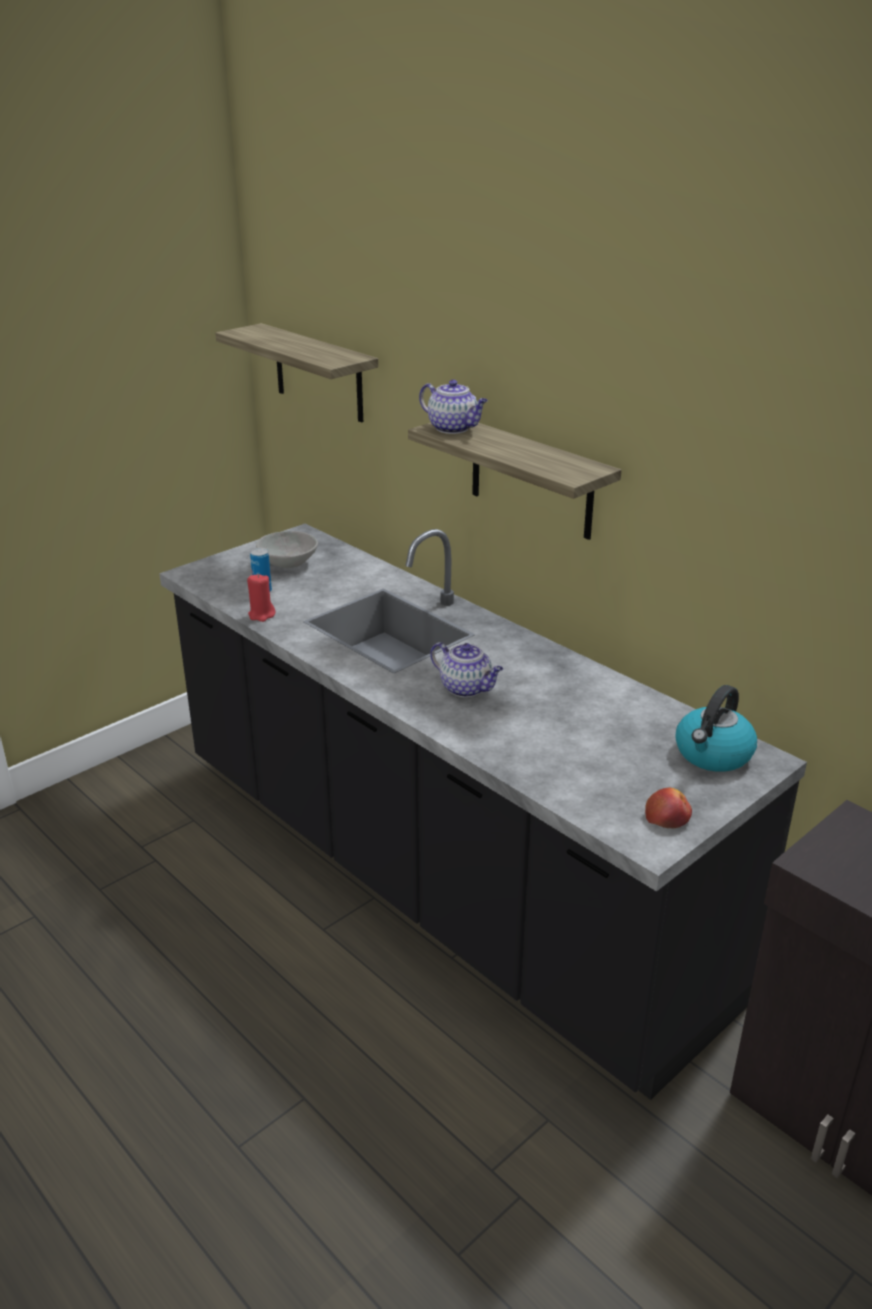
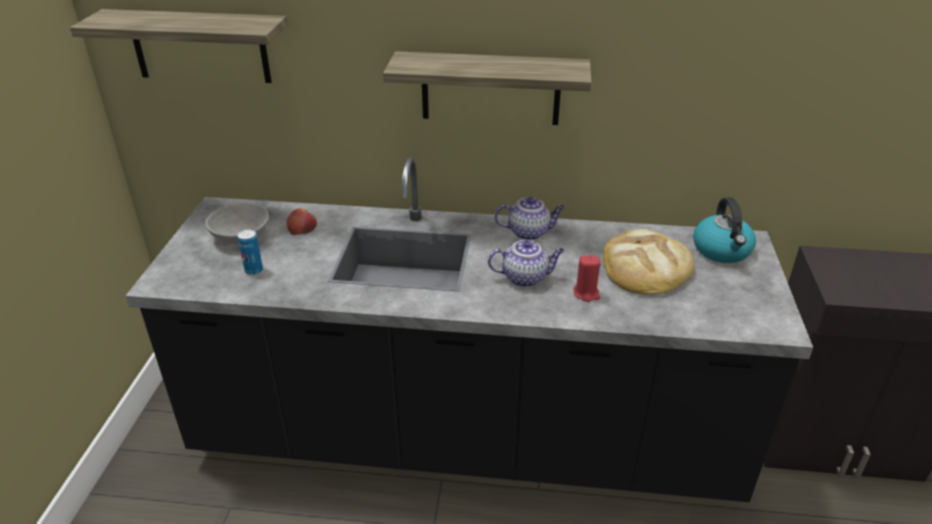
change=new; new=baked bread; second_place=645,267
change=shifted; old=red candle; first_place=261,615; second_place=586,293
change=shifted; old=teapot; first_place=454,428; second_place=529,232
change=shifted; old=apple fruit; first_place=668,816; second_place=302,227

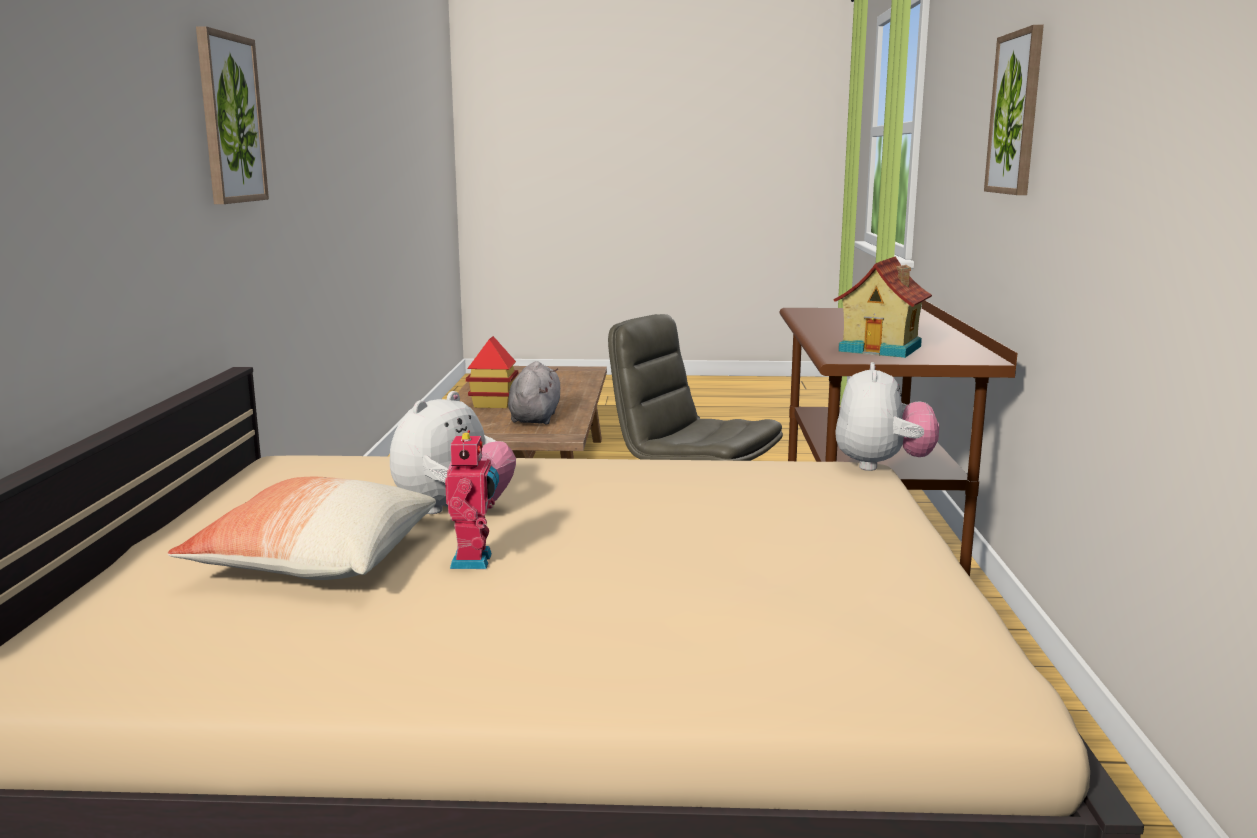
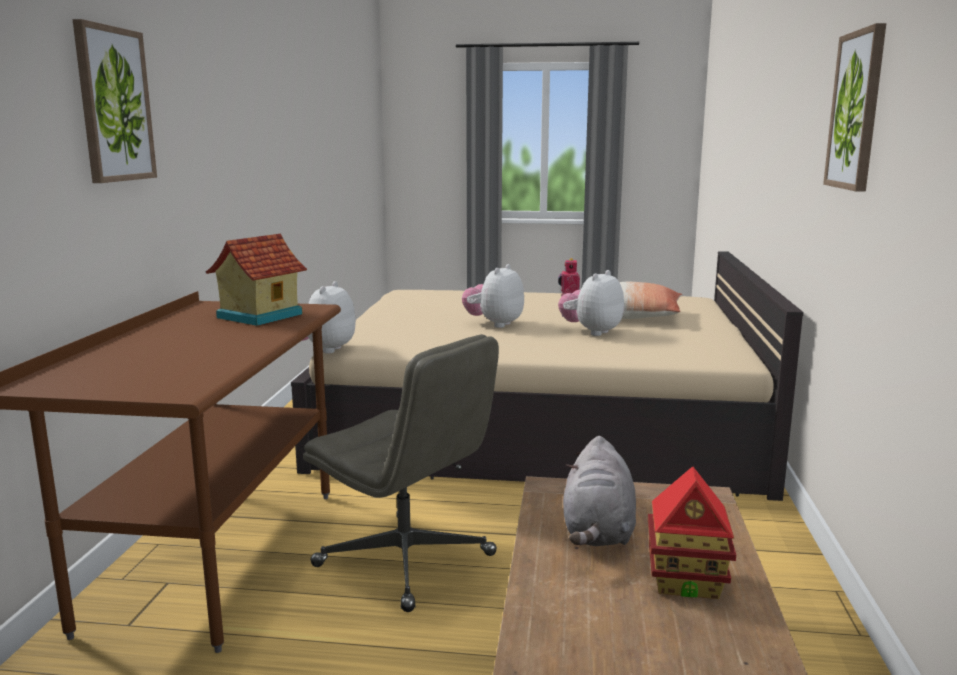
change=new; new=soft toy; second_place=494,324

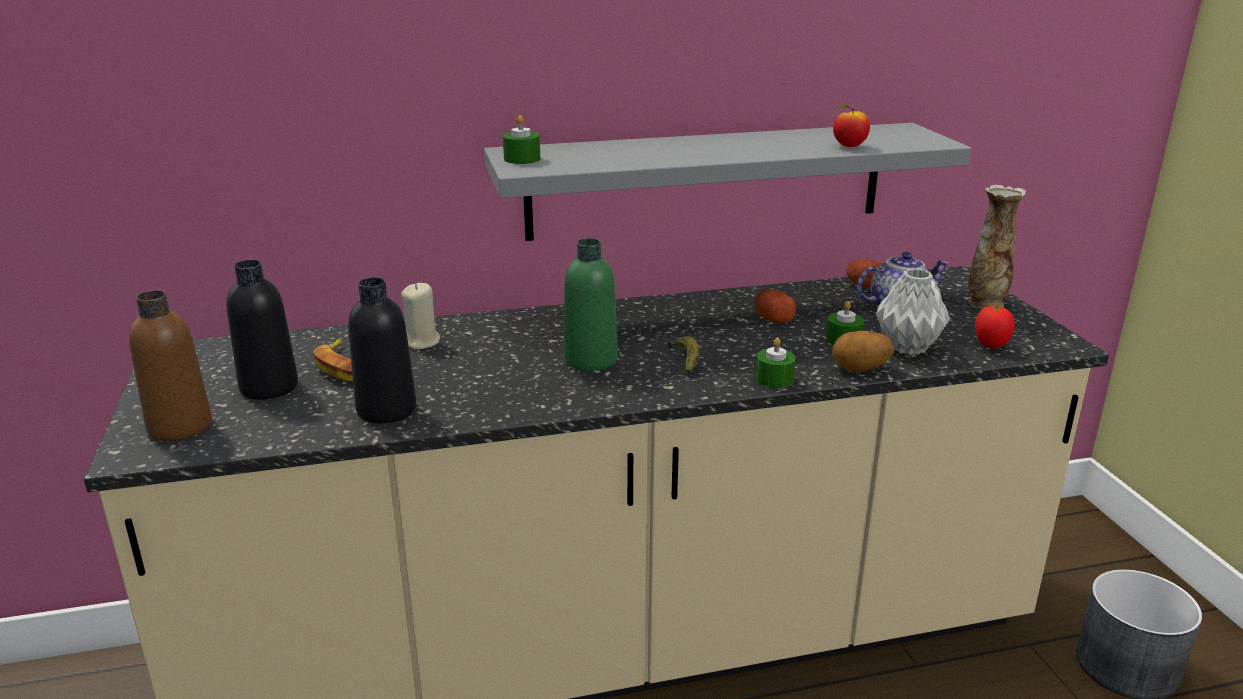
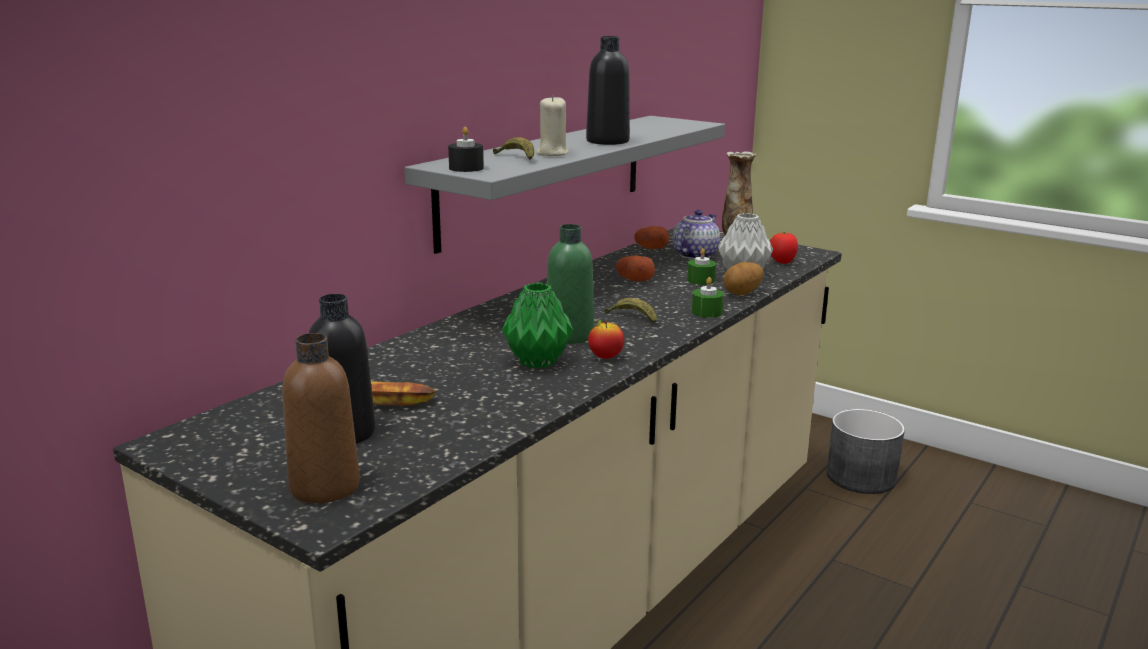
change=new; new=banana; second_place=517,158
change=new; new=greenish decorative vase; second_place=538,362
change=shifted; old=black bottle; first_place=386,410; second_place=607,141
change=shifted; old=beige-coloured candle; first_place=421,342; second_place=552,153
change=shifted; old=apple fruit; first_place=849,146; second_place=605,357
change=repainted; old=greenish candle; new=black candle; first_place=522,159; second_place=466,168

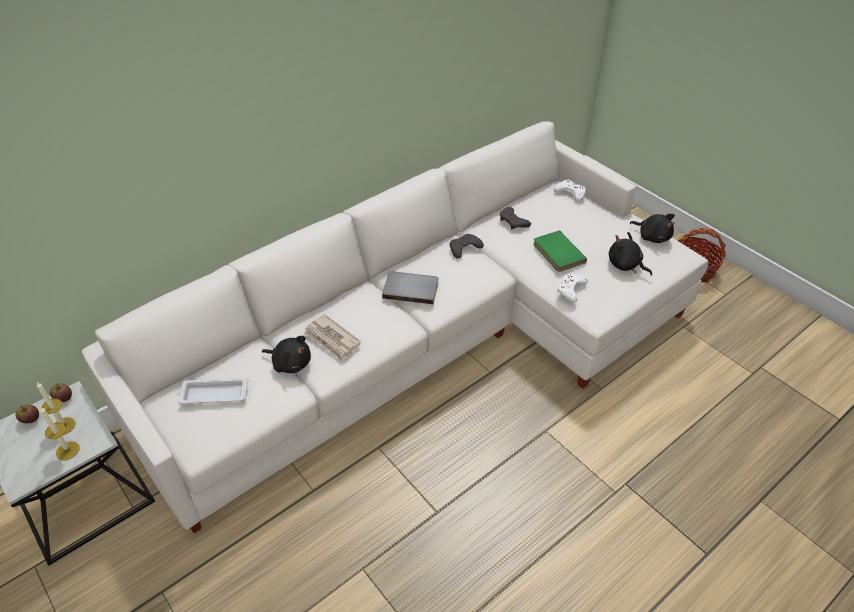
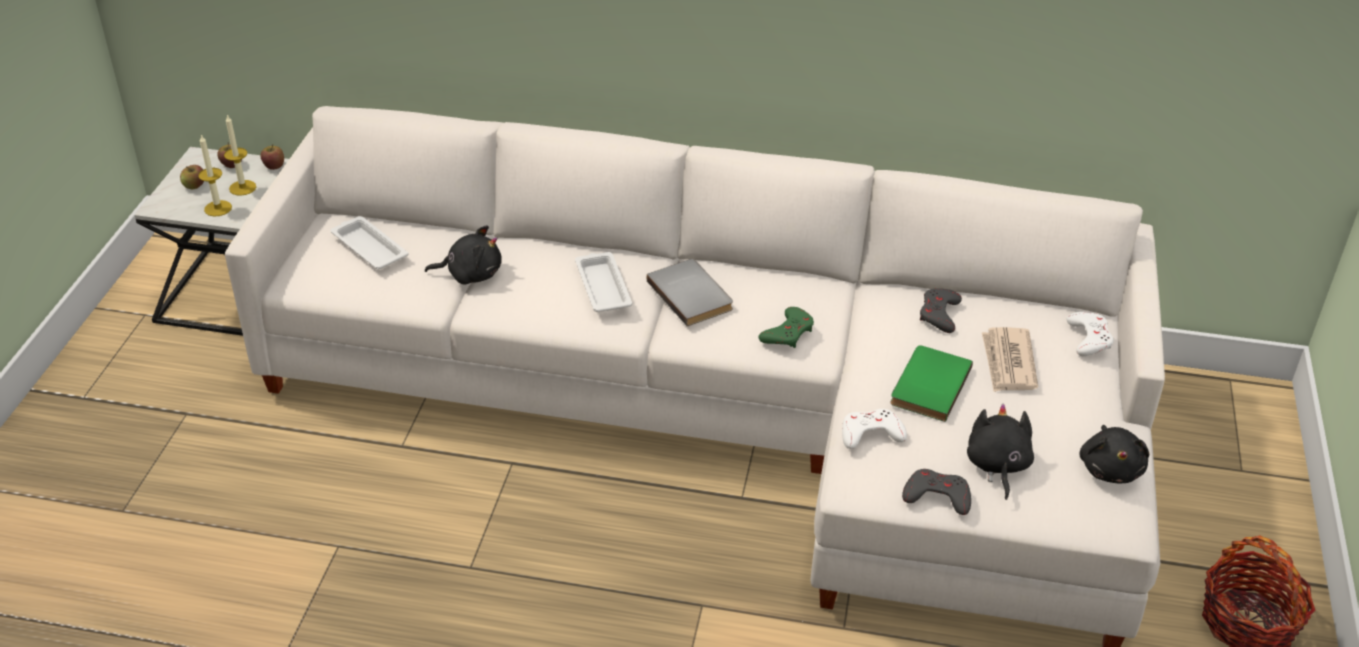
change=new; new=apple fruit; second_place=195,186
change=new; new=whitish serving tray; second_place=602,286
change=new; new=greenish gamepad; second_place=788,333
change=shifted; old=printed paper; first_place=332,339; second_place=1008,363
change=shifted; old=gray gamepad; first_place=464,248; second_place=937,496
change=rotated; old=black soft toy; first_place=290,363; second_place=470,274; degrees=-75

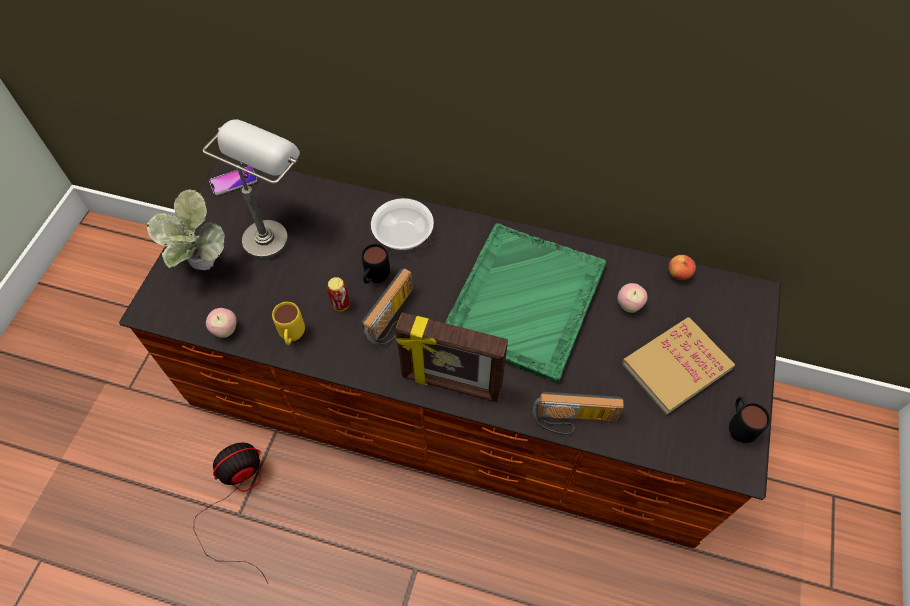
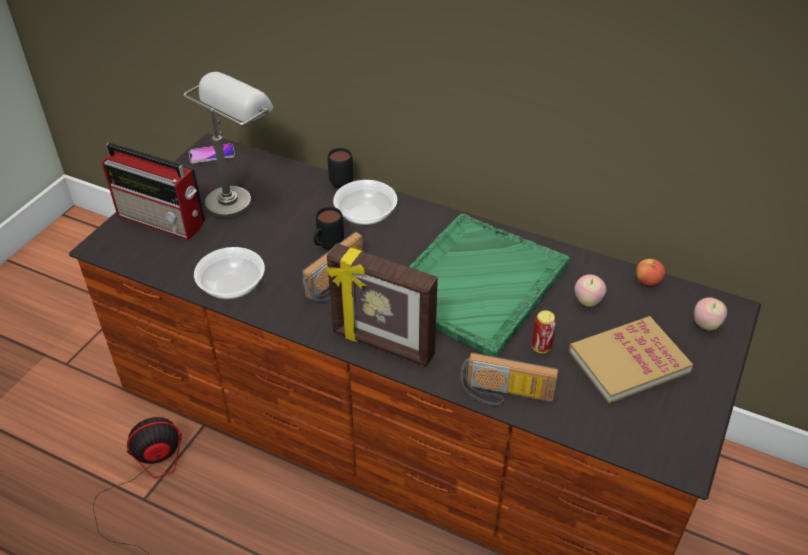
change=shifted; old=apple fruit; first_place=225,330; second_place=705,325
change=shifted; old=sealed can; first_place=341,304; second_place=541,347
change=shifted; old=black coffee mug; first_place=738,427; second_place=341,181
change=swapped; old=plant in a pot; new=radio receiver; first_place=204,269; second_place=163,220
change=swapped; old=yellow-coloured coffee mug; new=bowl; first_place=292,338; second_place=232,285

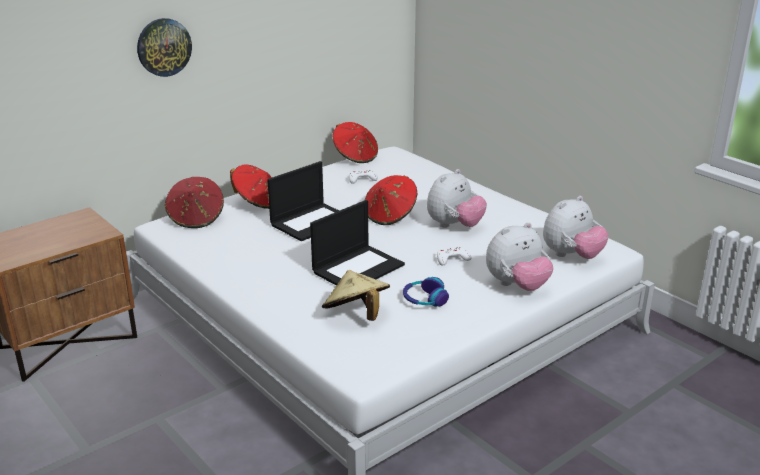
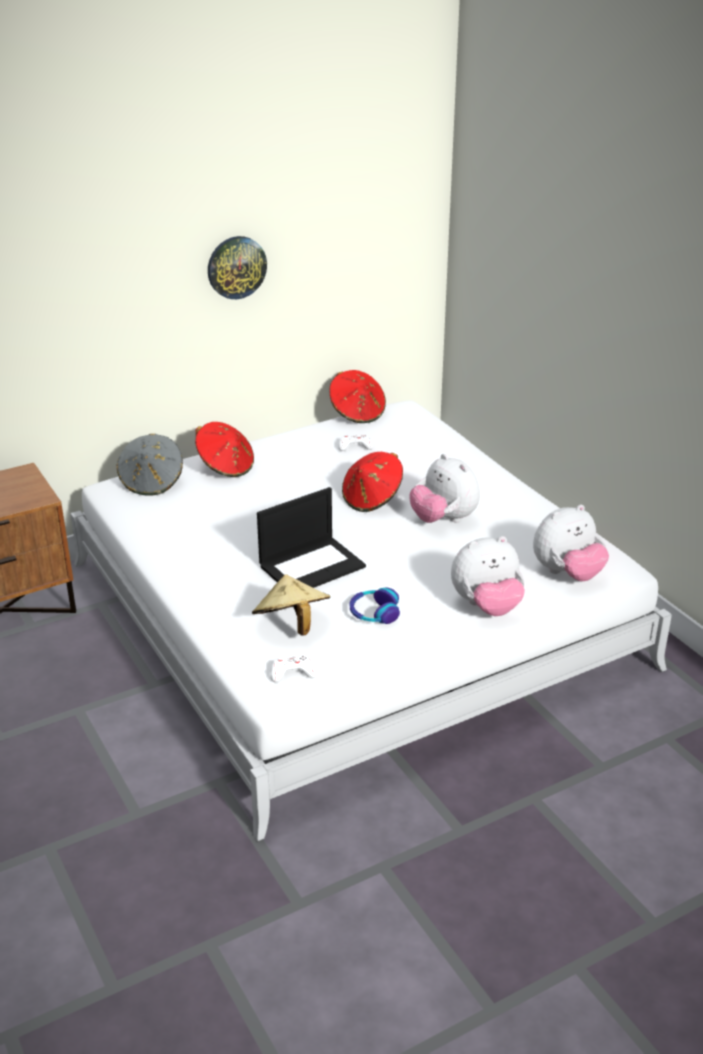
change=gone; old=portable computer; first_place=312,221
change=shifted; old=clock on the wall; first_place=164,47; second_place=236,267
change=shifted; old=whitish gamepad; first_place=452,259; second_place=292,672
change=repainted; old=red clothing hat; new=gray clothing hat; first_place=196,218; second_place=152,482
change=rotated; old=soft toy; first_place=454,226; second_place=443,519; degrees=90

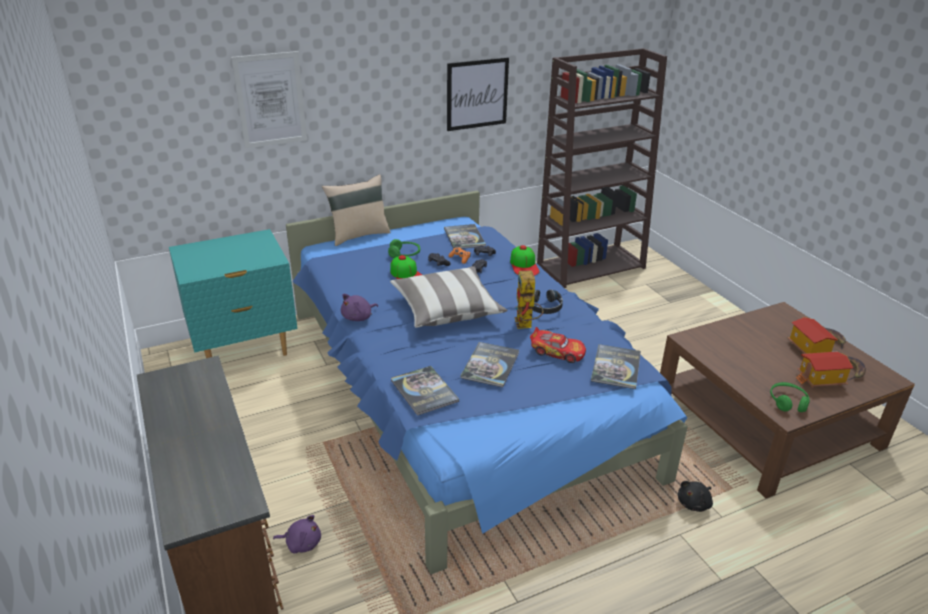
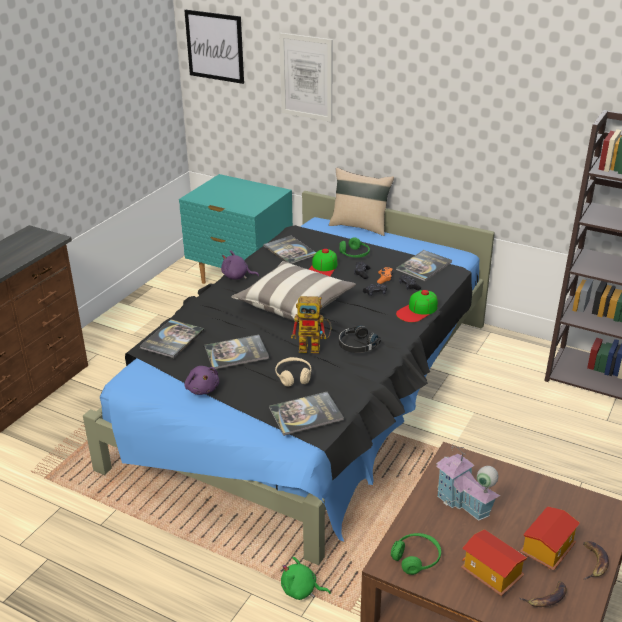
change=new; new=volume; second_place=290,251
change=new; new=model house; second_place=463,503
change=shifted; old=purplish soft toy; first_place=301,543; second_place=202,389
change=shifted; old=wall picture; first_place=477,94; second_place=215,46
change=swapped; old=toy car; new=beige-coloured headphones; first_place=557,351; second_place=293,376
change=repainted; old=blue-coloured sleeping bed; new=black sleeping bed; first_place=460,390; second_place=309,392
change=repainted; old=black soft toy; new=greenish soft toy; first_place=694,504; second_place=301,590
change=rotated; old=robot figure; first_place=526,325; second_place=314,347; degrees=-135

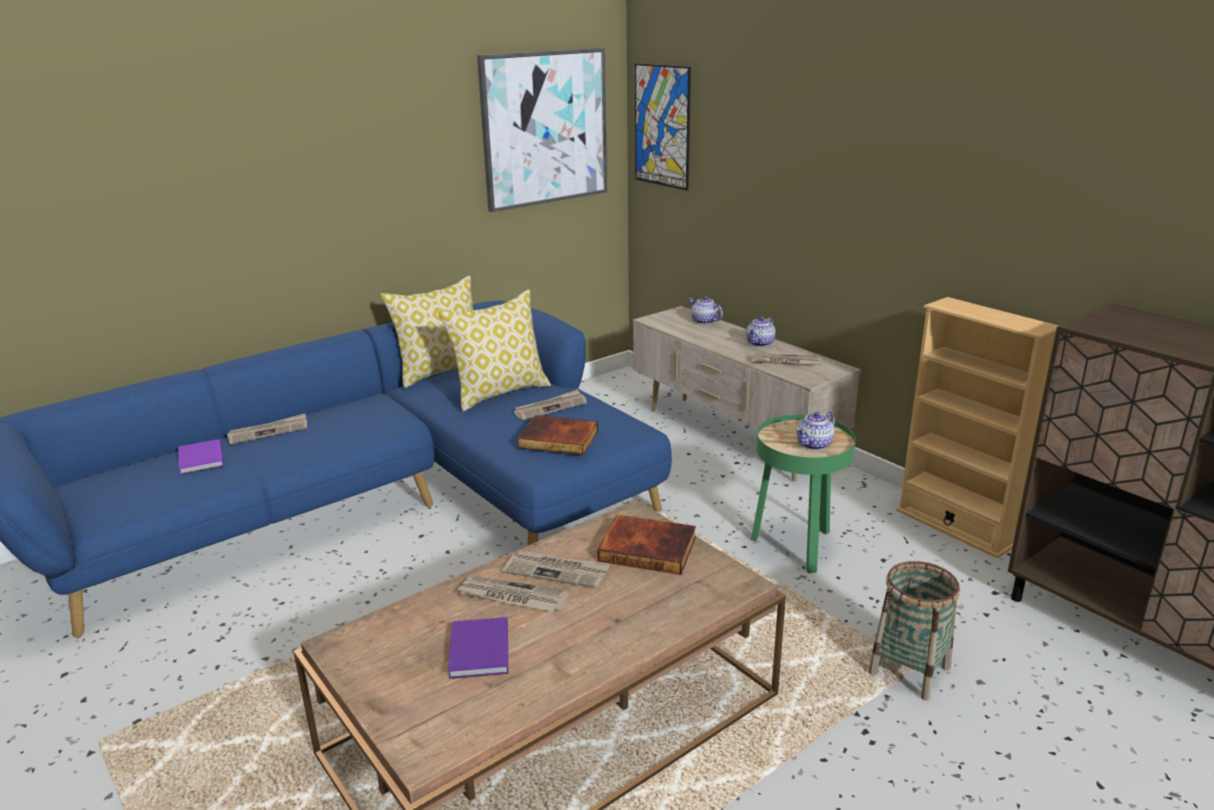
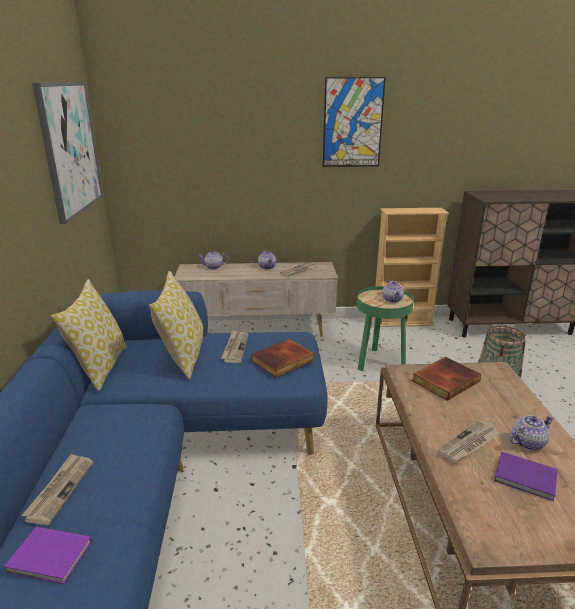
change=gone; old=printed paper; first_place=557,571
change=new; new=teapot; second_place=527,442
change=shifted; old=wall picture; first_place=662,126; second_place=352,123

